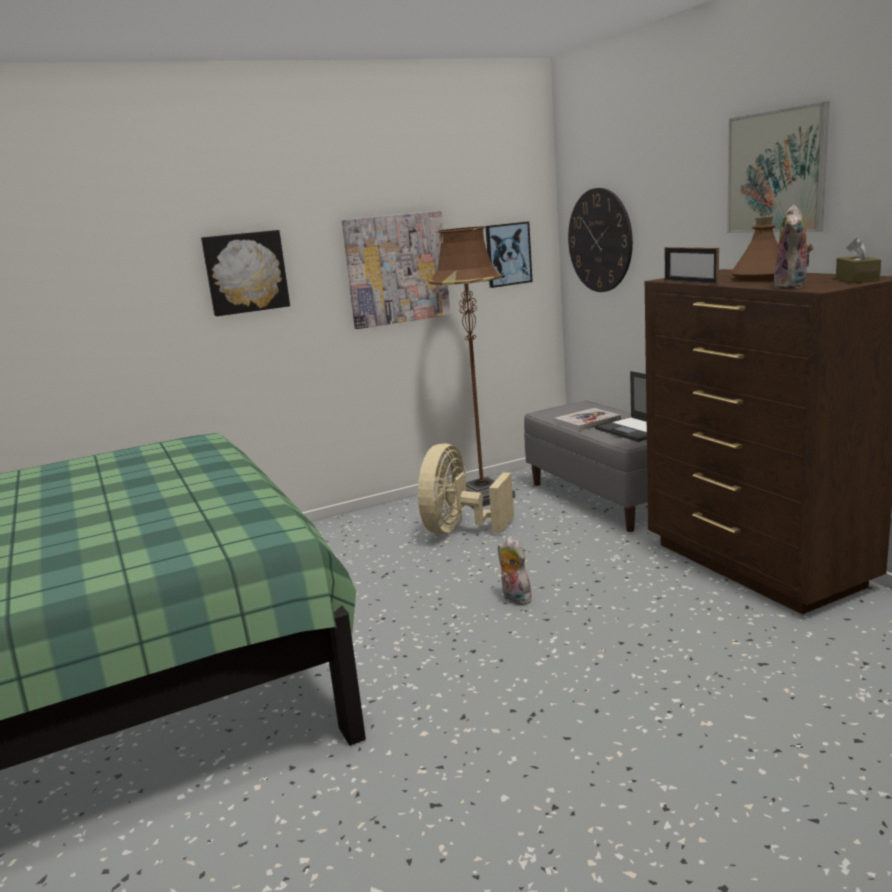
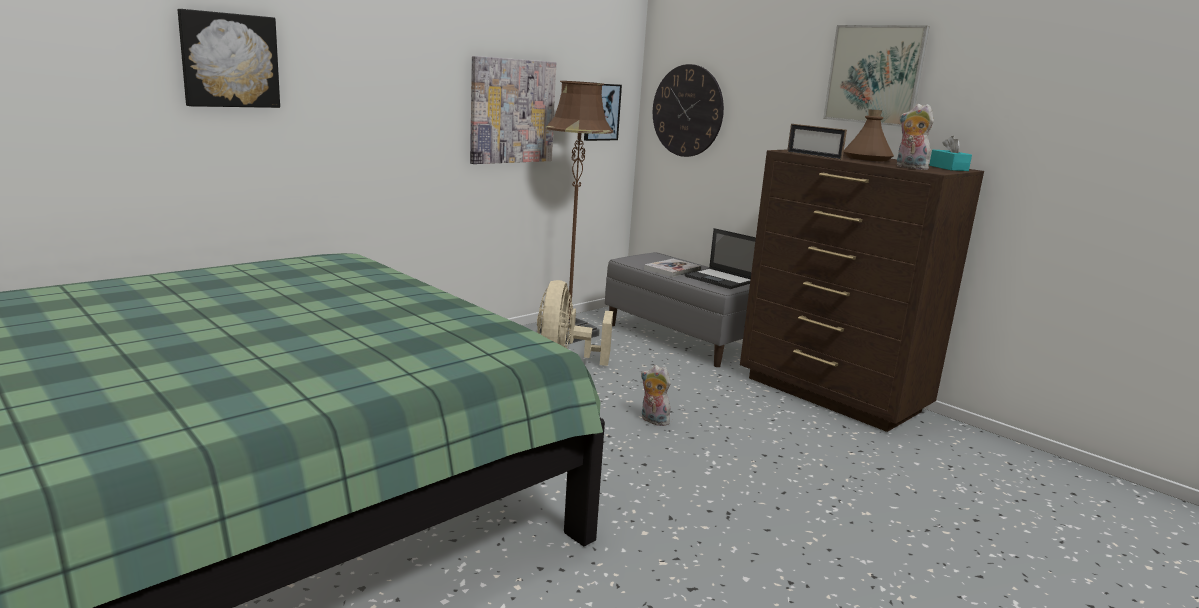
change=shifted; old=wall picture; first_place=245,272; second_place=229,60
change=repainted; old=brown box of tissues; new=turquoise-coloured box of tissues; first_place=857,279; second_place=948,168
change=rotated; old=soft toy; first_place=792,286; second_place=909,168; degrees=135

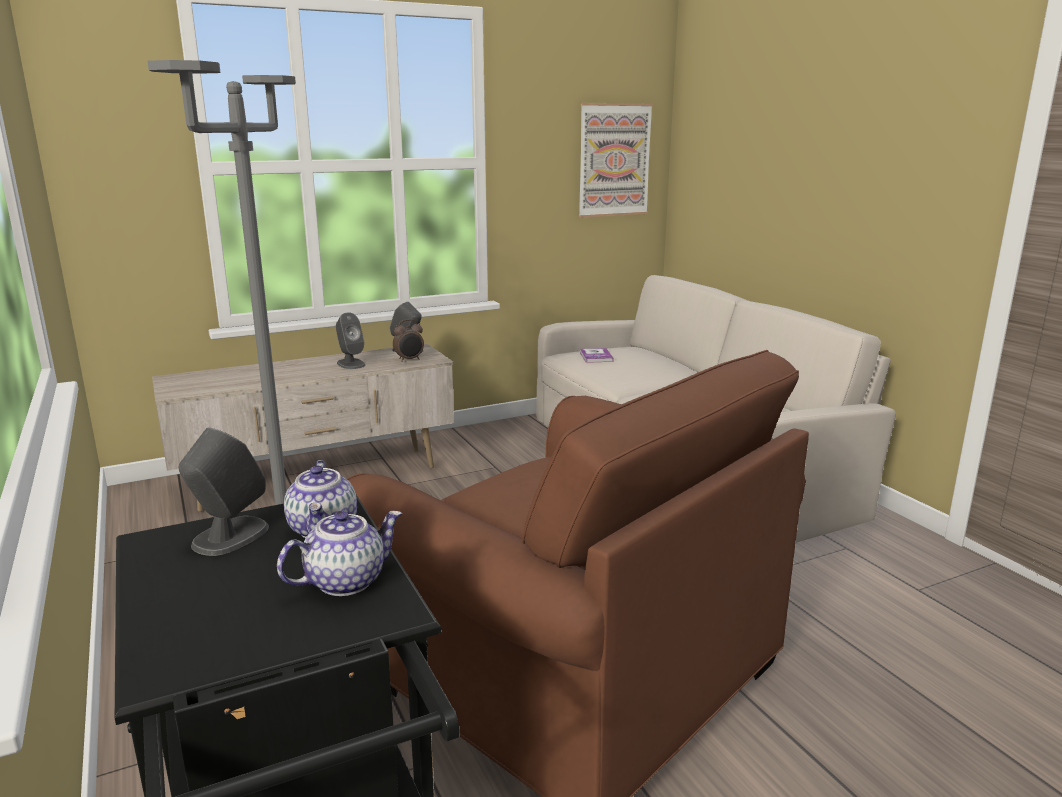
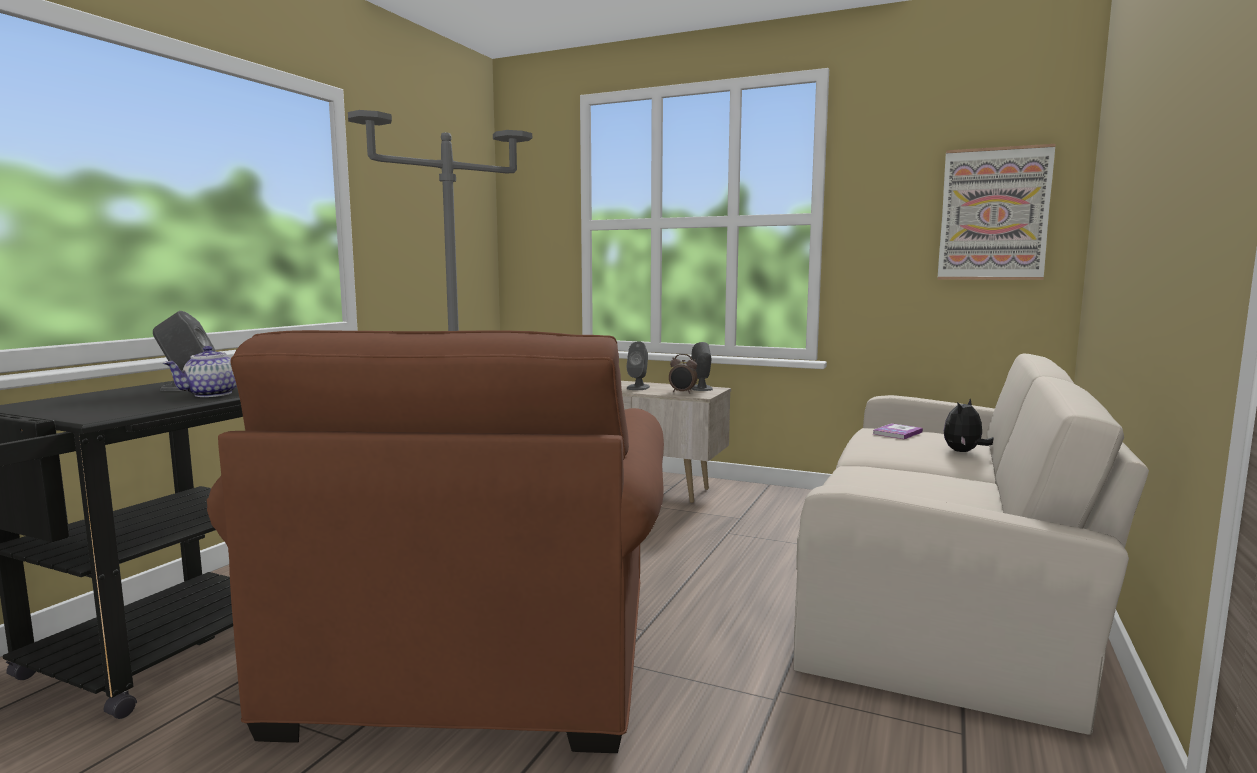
change=gone; old=teapot; first_place=345,580
change=new; new=soft toy; second_place=964,452

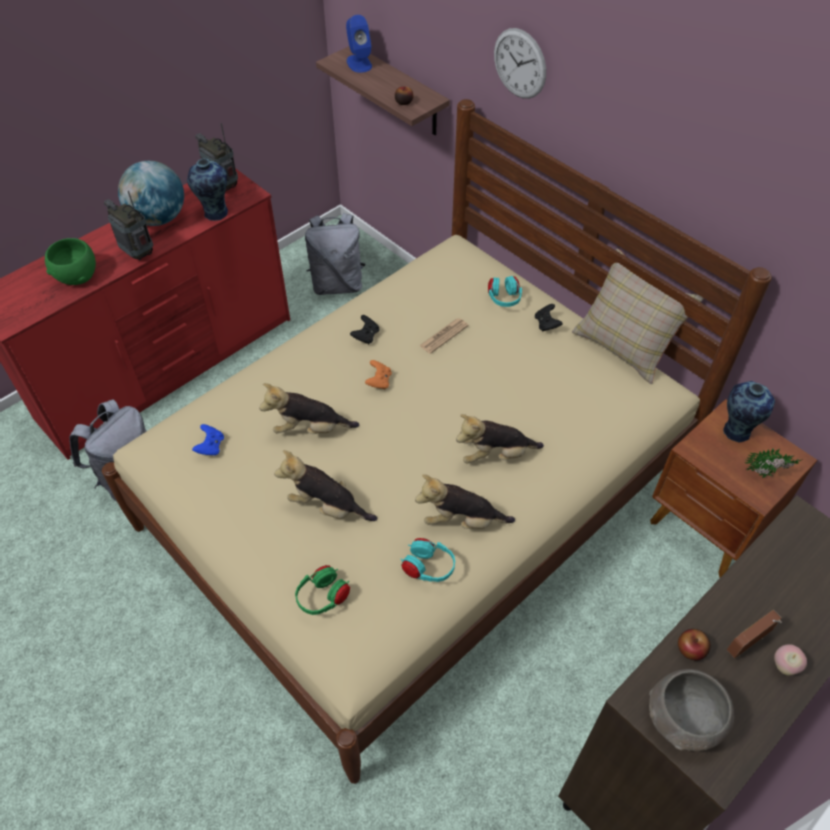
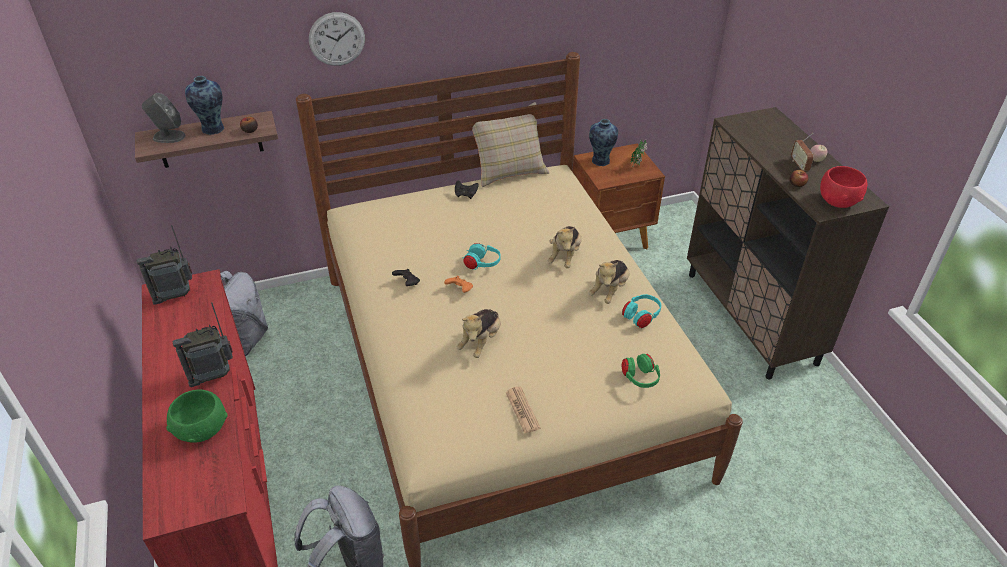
change=gone; old=world globe; first_place=158,218
change=gone; old=blue-coloured gamepad; first_place=210,447
change=gone; old=soft toy; first_place=327,506
change=shifted; old=decorative vase; first_place=215,213; second_place=213,129
change=shifted; old=printed paper; first_place=443,336; second_place=522,410
change=shifted; old=turquoise-coloured headphones; first_place=503,299; second_place=482,264
change=repainted; old=blue-coloured speaker; new=gray speaker; first_place=359,63; second_place=168,136
change=repainted; old=gray bowl; new=red bowl; first_place=683,722; second_place=838,201

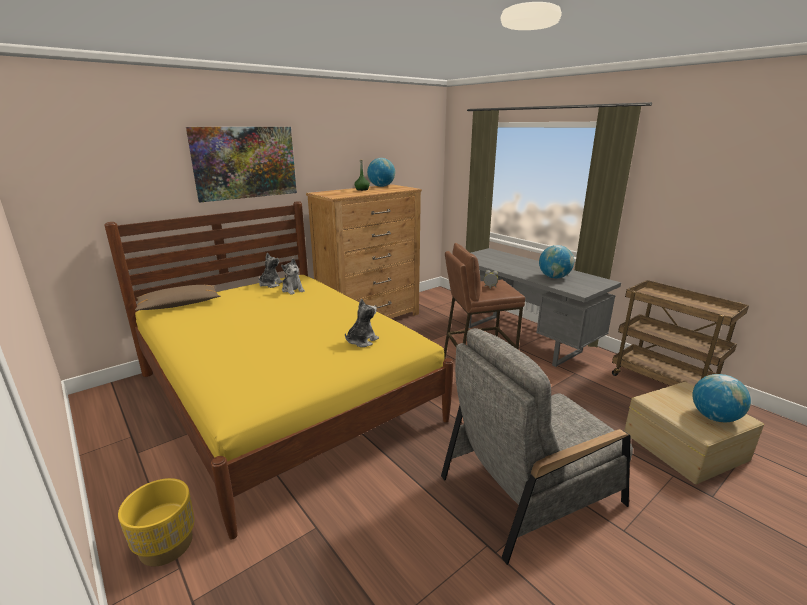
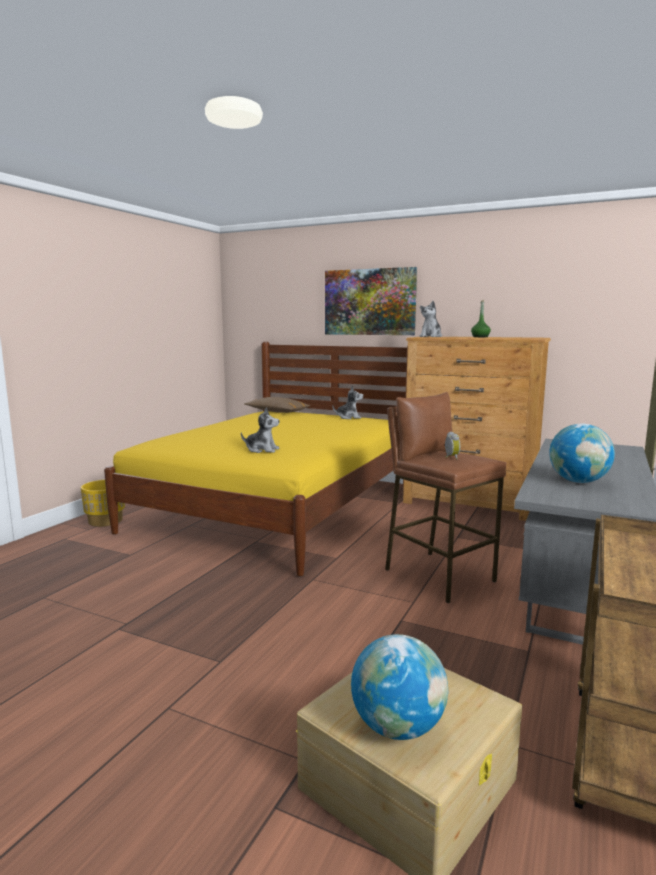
change=gone; old=world globe; first_place=381,186
change=gone; old=gray easy chair; first_place=530,490
change=shifted; old=soft toy; first_place=293,290; second_place=430,336

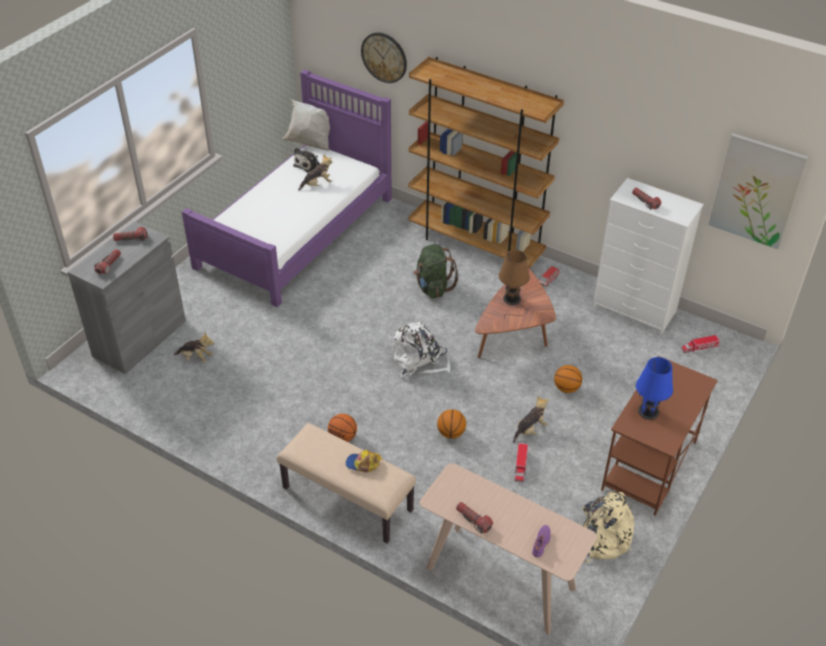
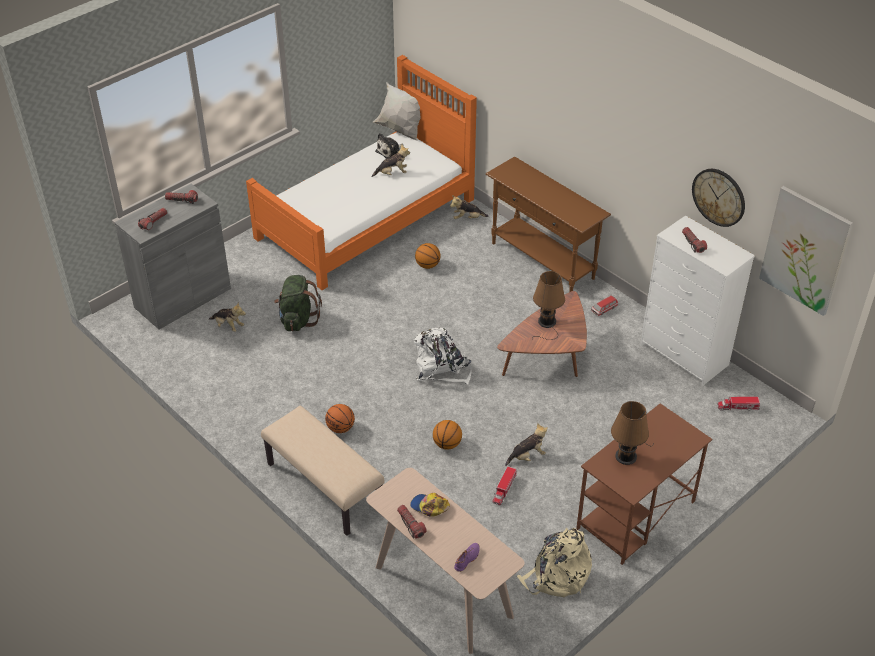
change=new; new=soft toy; second_place=467,218
change=shifted; old=peaked cap; first_place=363,464; second_place=429,507
change=shifted; old=clock on the wall; first_place=384,57; second_place=719,197
change=shifted; old=greenish knapsack; first_place=433,287; second_place=298,319
change=shifted; old=basketball ball; first_place=566,388; second_place=427,265
change=swapped; old=brown bookcase; new=brown narrow table; first_place=475,245; second_place=542,261
change=repainted; old=purplish sleeping bed; new=orange sleeping bed; first_place=296,232; second_place=366,218
change=repainted; old=blue-coloured lamp for a table; new=brown lamp for a table; first_place=648,410; second_place=627,454

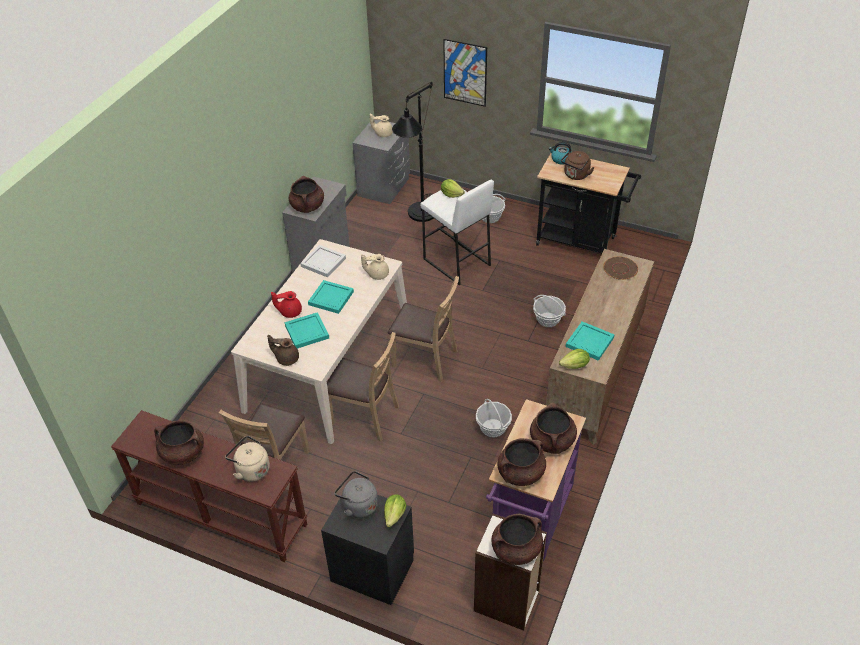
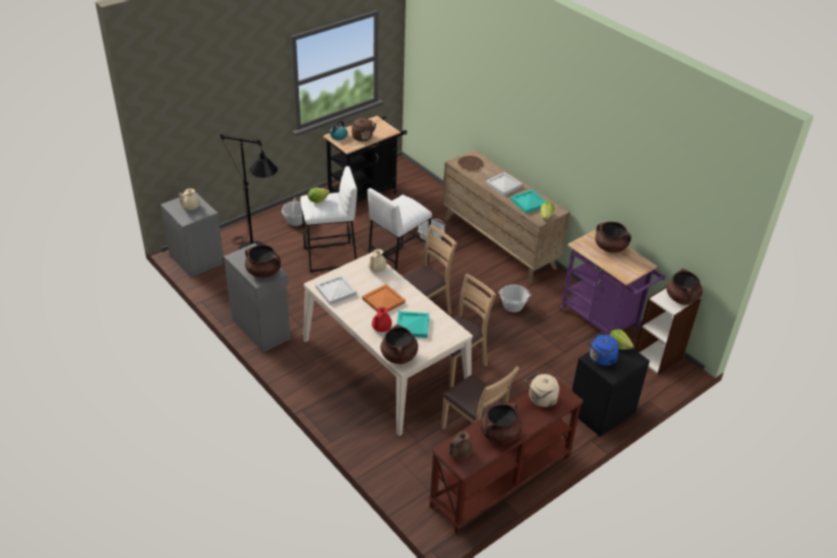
change=gone; old=wall picture; first_place=465,72
change=new; new=whitish stool; second_place=397,264
change=new; new=whitish serving tray; second_place=503,185
change=shifted; old=brown teapot; first_place=286,358; second_place=458,453
change=shifted; old=brown stockpot; first_place=520,473; second_place=399,356
change=repainted; old=turquoise-coloured serving tray; new=orange serving tray; first_place=331,299; second_place=384,301
change=repainted; old=gray tea kettle; new=blue-coloured tea kettle; first_place=358,505; second_place=601,359

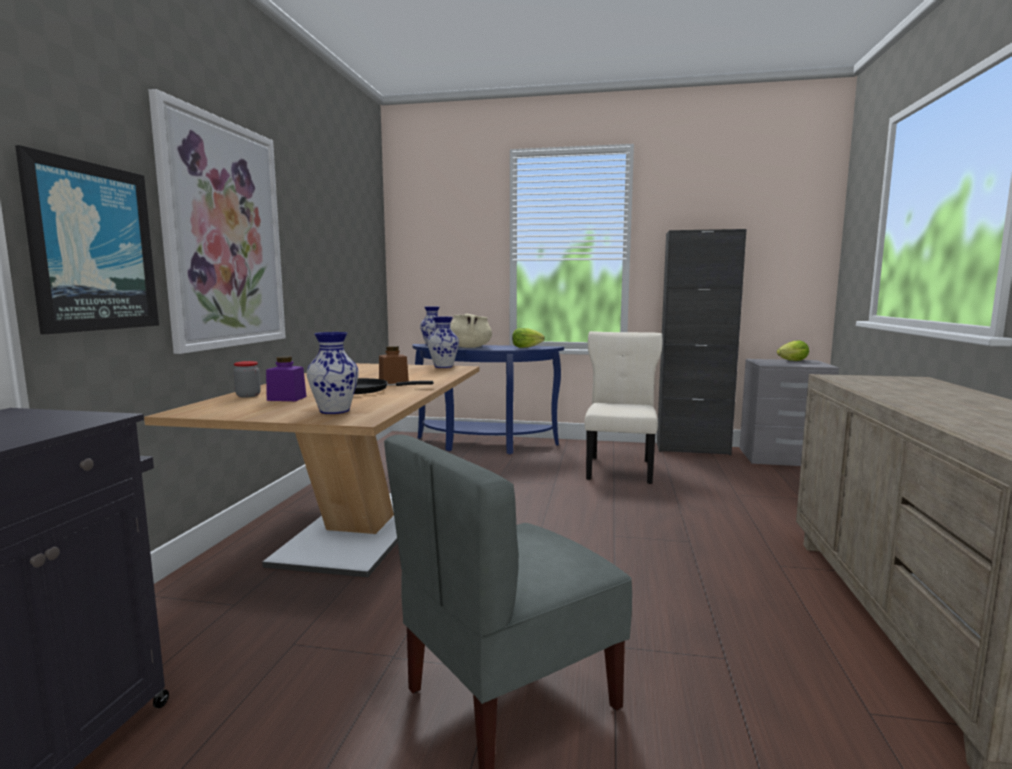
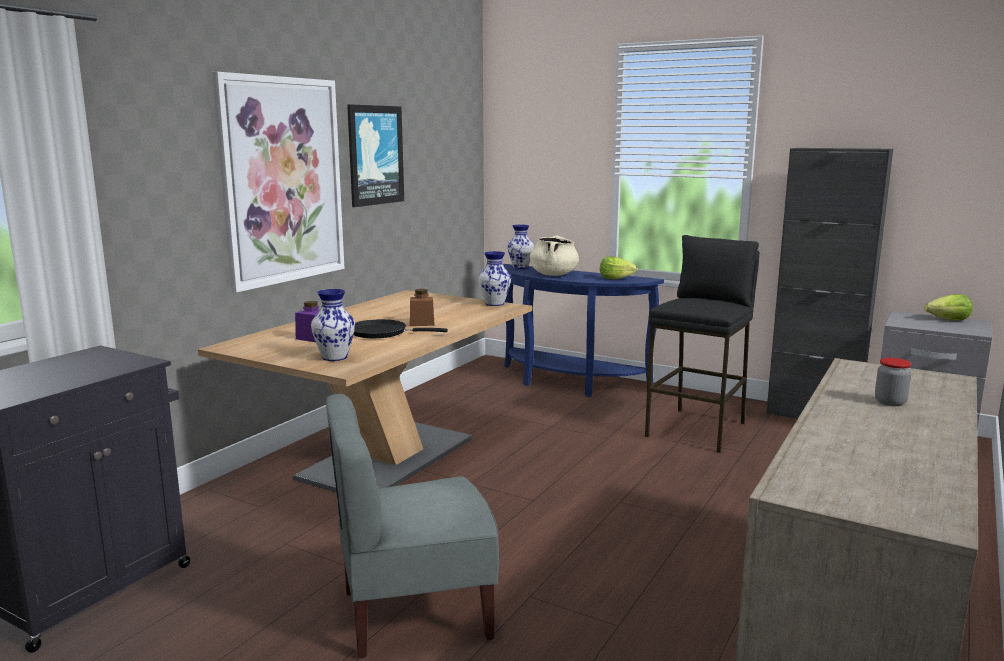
change=shifted; old=wall picture; first_place=92,247; second_place=375,155
change=shifted; old=jar; first_place=248,395; second_place=890,402
change=swapped; old=beige-coloured chair; new=black stool; first_place=620,468; second_place=697,429

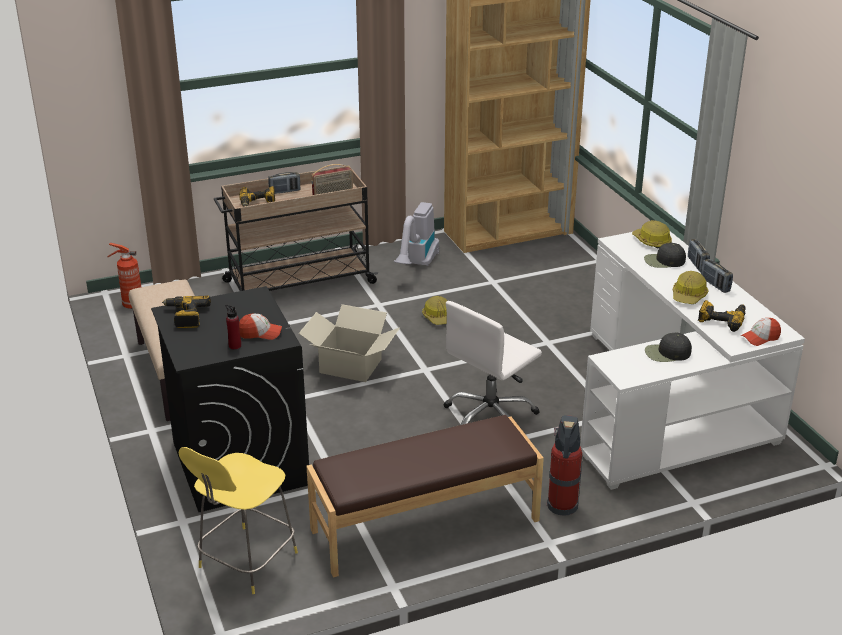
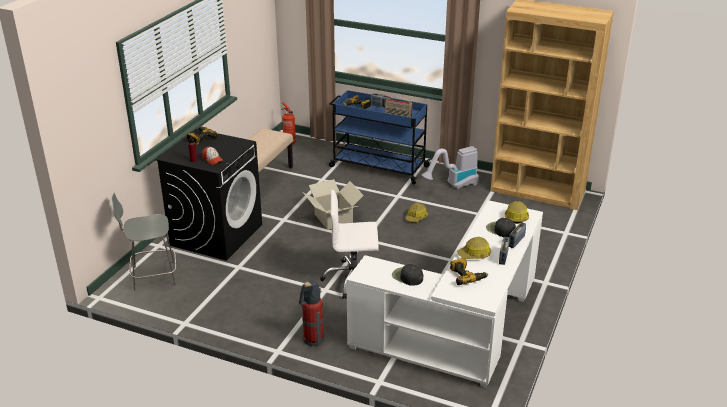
change=gone; old=brown indoor bench; first_place=425,526
change=gone; old=peaked cap; first_place=760,338
change=repainted; old=yellow-coloured stool; new=gray stool; first_place=245,562; second_place=152,276
change=repainted; old=beige-coloured cart; new=blue-coloured cart; first_place=297,282; second_place=377,166

